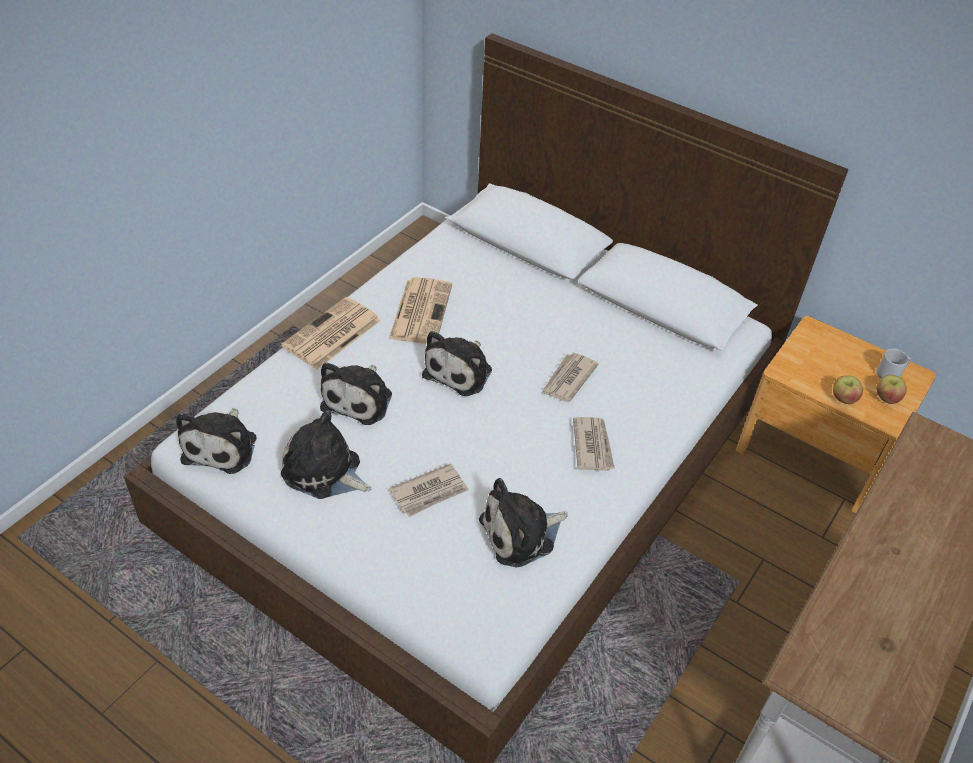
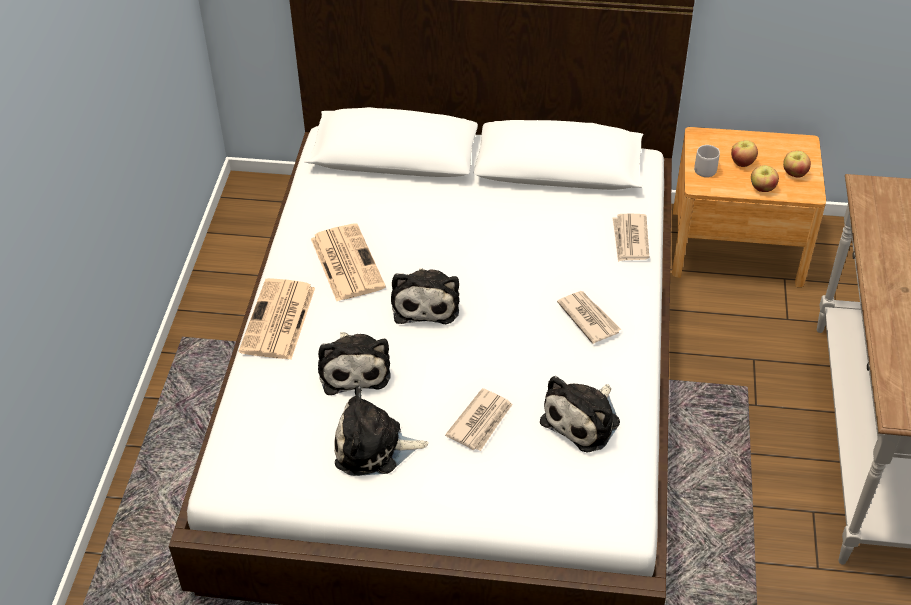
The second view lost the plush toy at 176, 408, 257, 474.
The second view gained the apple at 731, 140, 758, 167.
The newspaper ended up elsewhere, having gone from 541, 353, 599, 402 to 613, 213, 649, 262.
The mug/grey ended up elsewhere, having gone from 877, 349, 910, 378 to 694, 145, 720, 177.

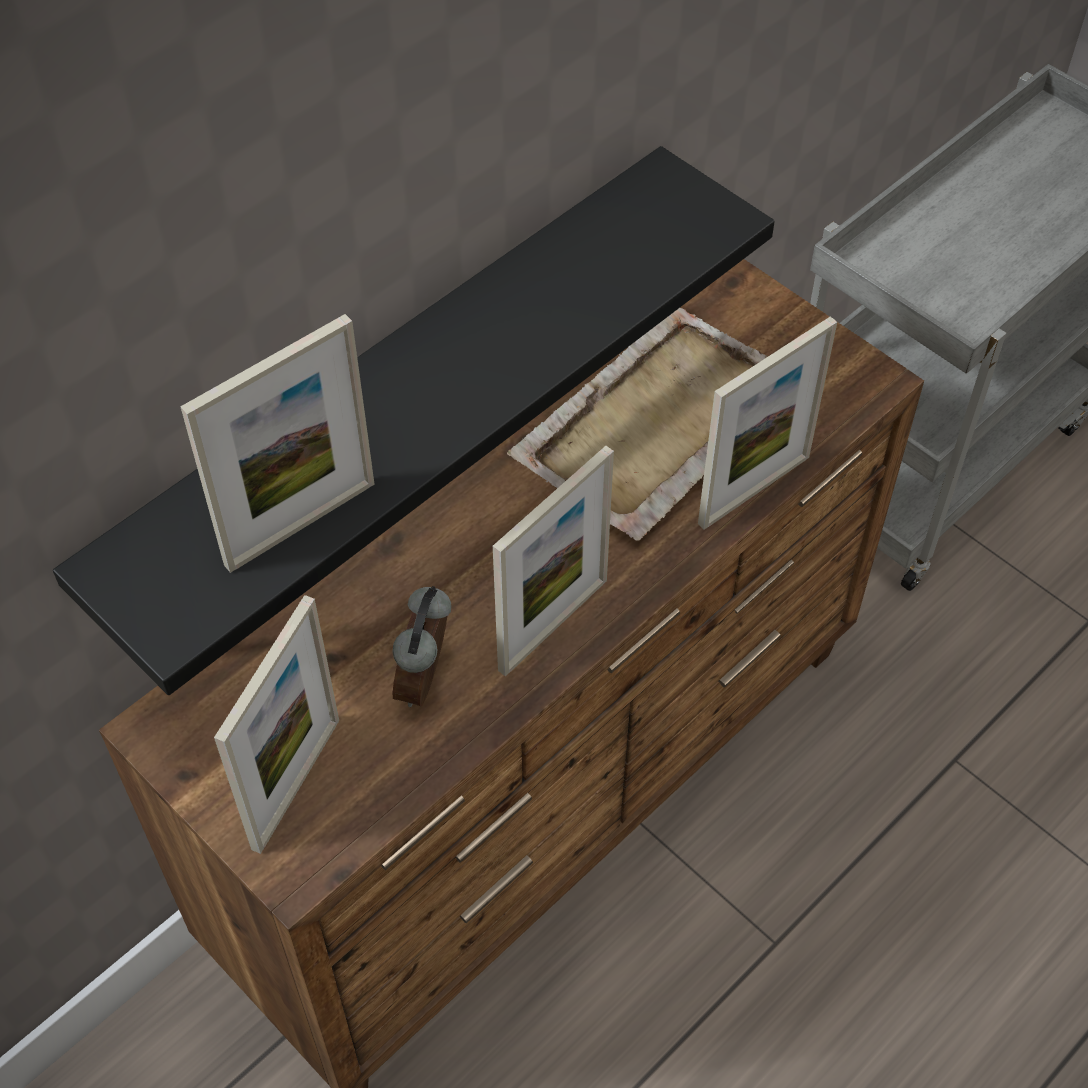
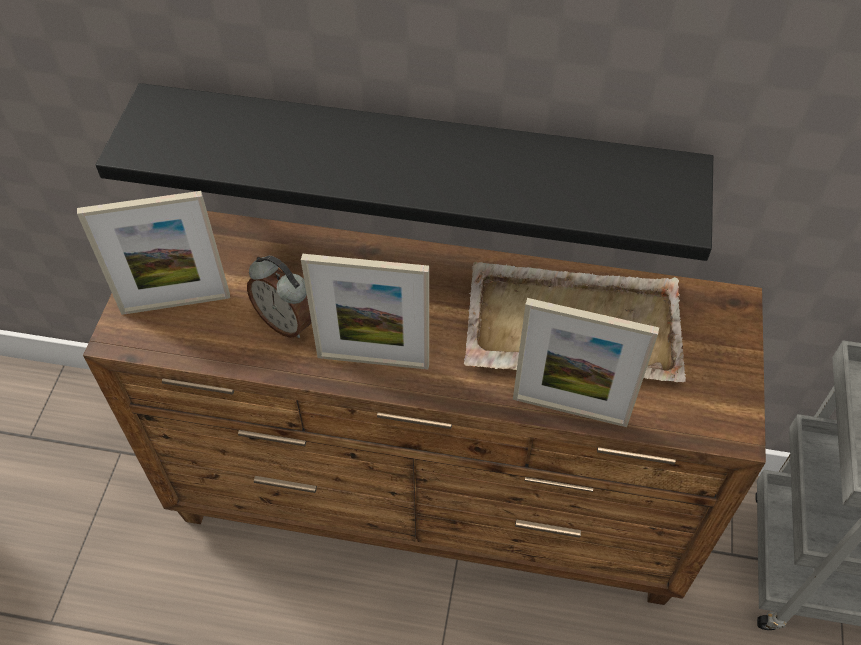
The second view lost the picture frame at 180, 314, 374, 573.
The alarm clock at 392, 586, 451, 707 ended up facing another way, 120 degrees counterclockwise from before.

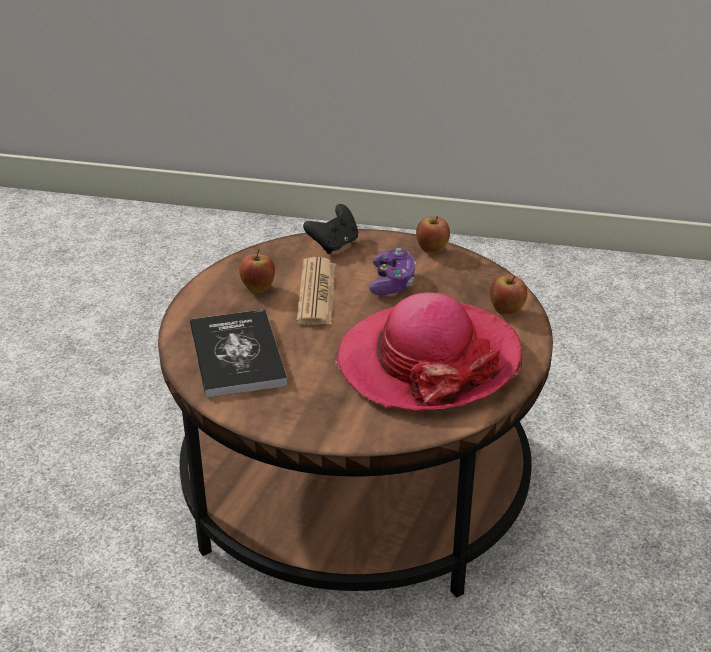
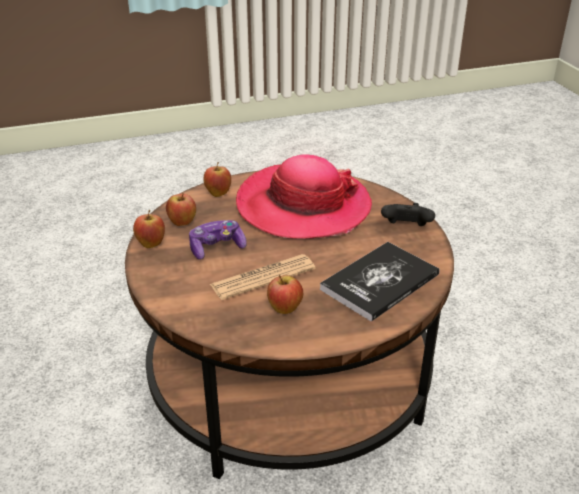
The second view gained the apple at 166, 193, 196, 226.
The game controller/black ended up elsewhere, having gone from 303, 204, 358, 254 to 381, 203, 435, 226.

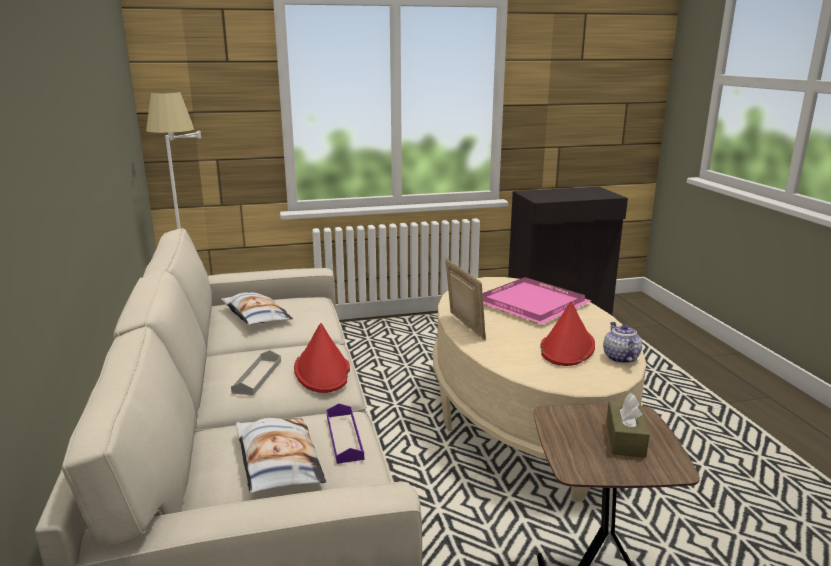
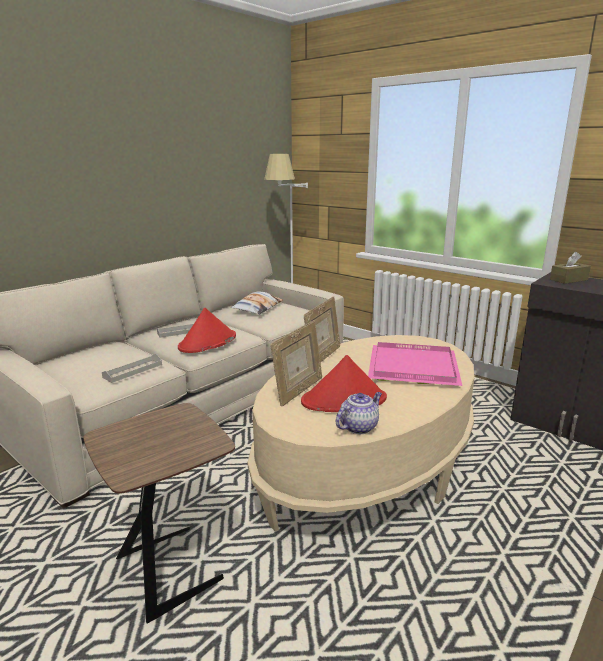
The second view lost the pillow at 236, 418, 326, 493.
The second view gained the picture frame at 270, 320, 322, 406.
The tissue box/brown ended up elsewhere, having gone from 606, 393, 649, 458 to 550, 252, 591, 284.
What was the tray/purple at 327, 403, 364, 464 turned into the tray/grey at 102, 354, 162, 383.

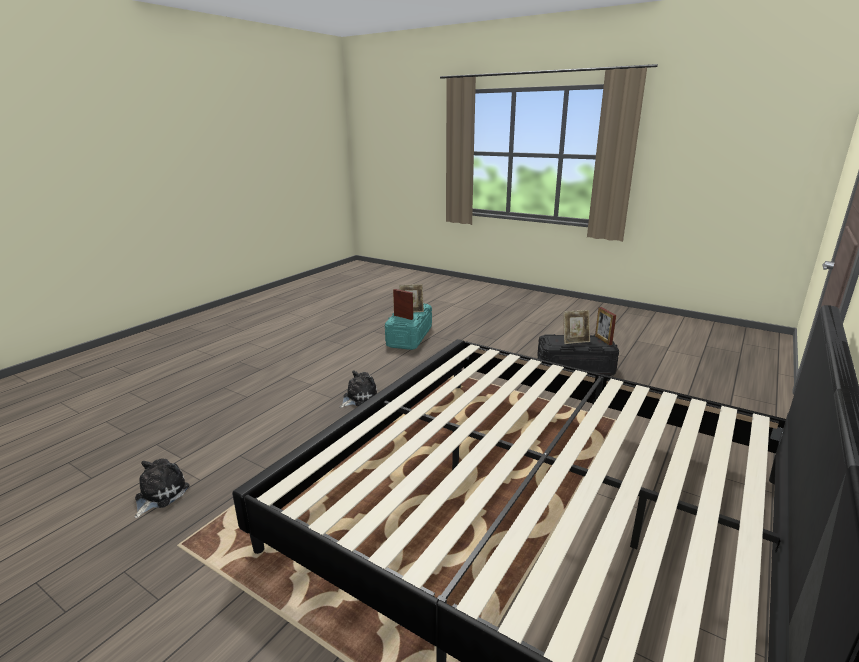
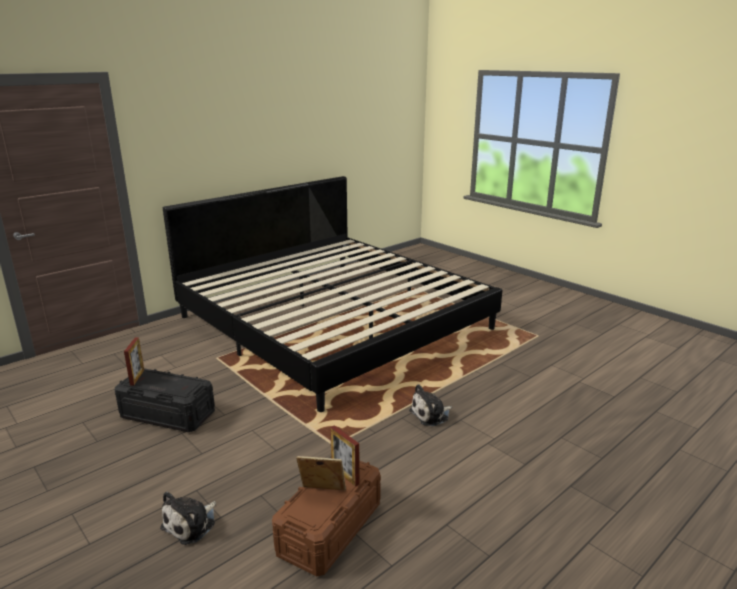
The second view lost the picture frame at 563, 310, 590, 344.
The plush toy ended up elsewhere, having gone from 135, 458, 190, 518 to 160, 491, 216, 545.
What was the storage box/turquoise at 385, 303, 432, 350 turned into the storage box/brown at 272, 460, 381, 577.

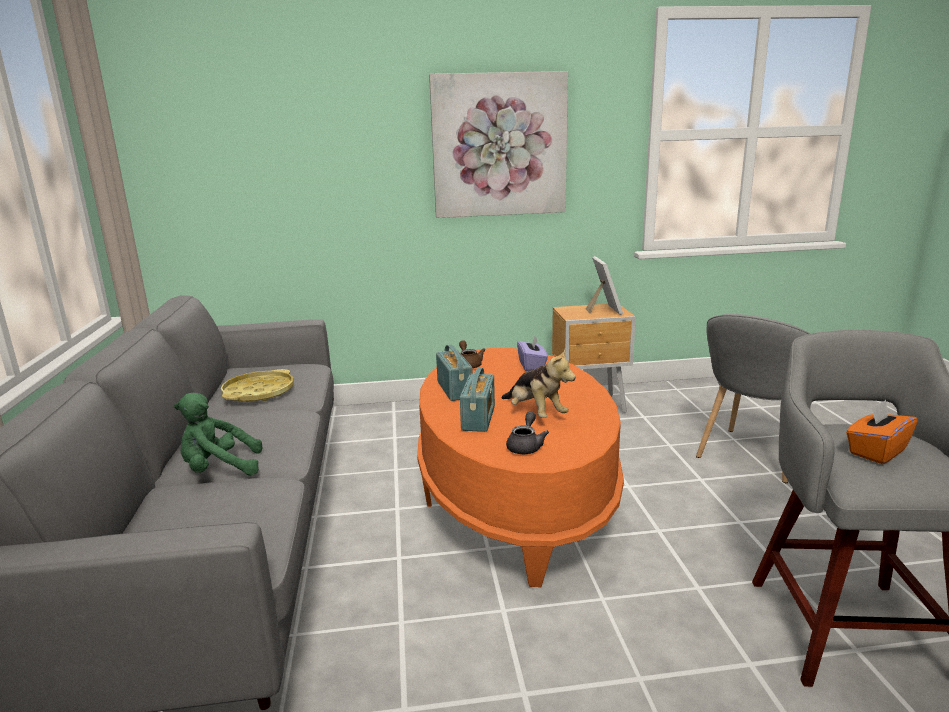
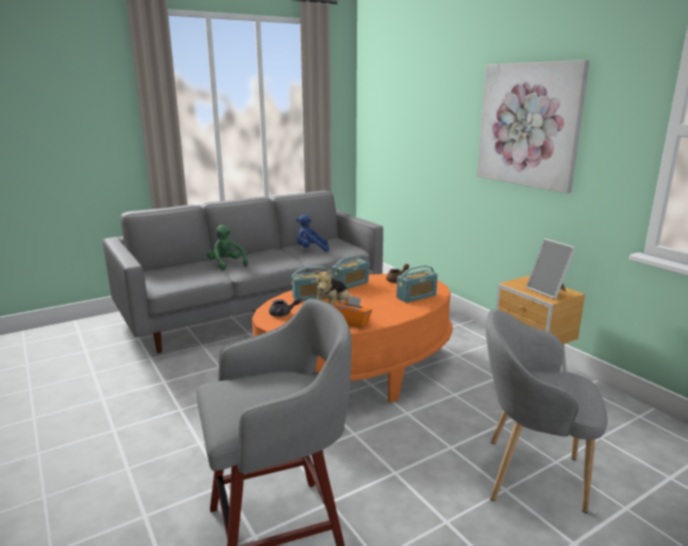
The tissue box/orange ended up elsewhere, having gone from 846, 400, 918, 464 to 334, 295, 372, 328.
Where the tray/yellow stood at 221, 369, 293, 402, the plush toy/blue came to stand at 296, 214, 329, 252.
Where the tissue box/purple stood at 517, 336, 548, 371, the radio came to stand at 396, 265, 438, 303.
The picture frame at 586, 256, 623, 315 ended up facing another way, 90 degrees clockwise from before.

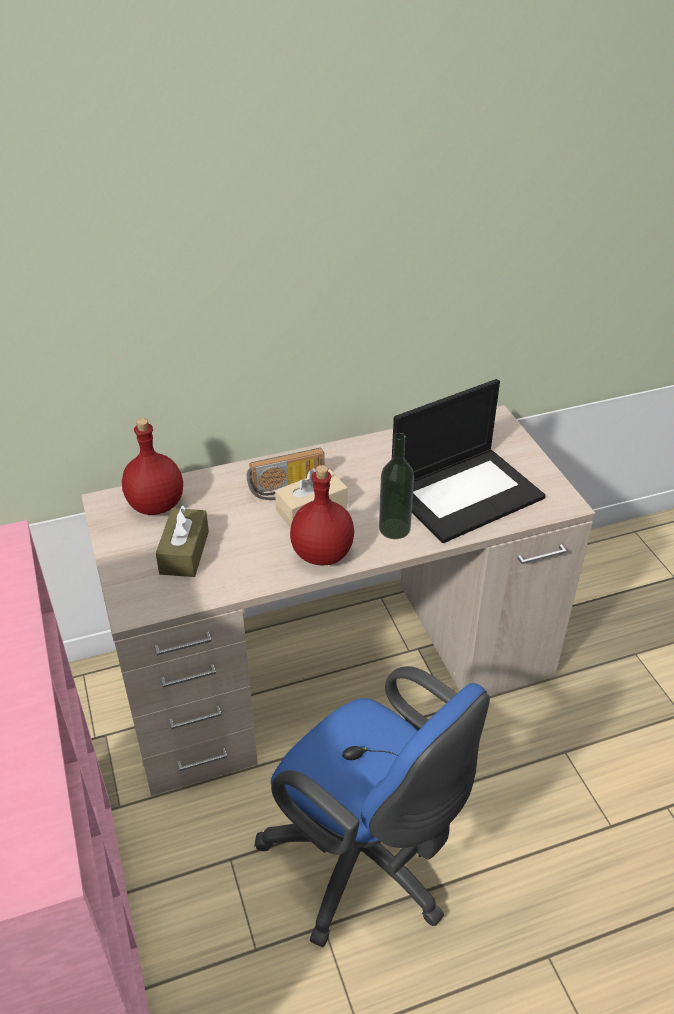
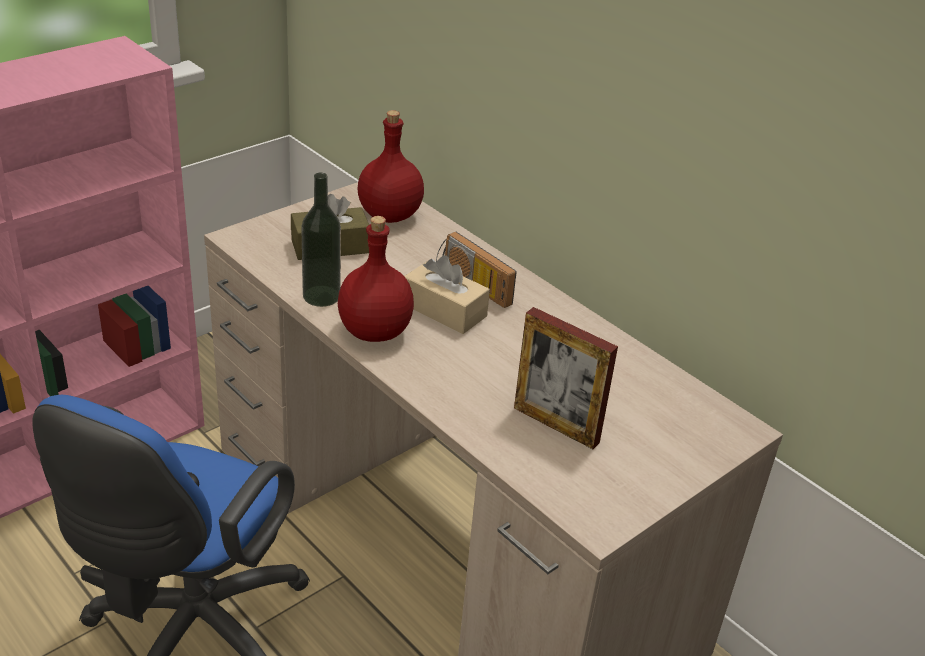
The bottle ended up elsewhere, having gone from 379, 433, 414, 539 to 301, 173, 341, 307.
Where the laptop stood at 392, 379, 546, 543, the picture frame came to stand at 514, 307, 618, 449.

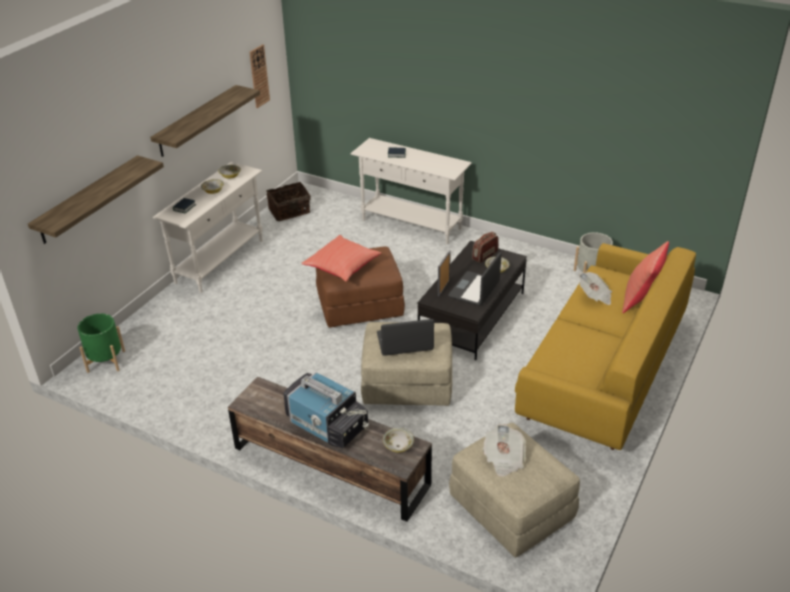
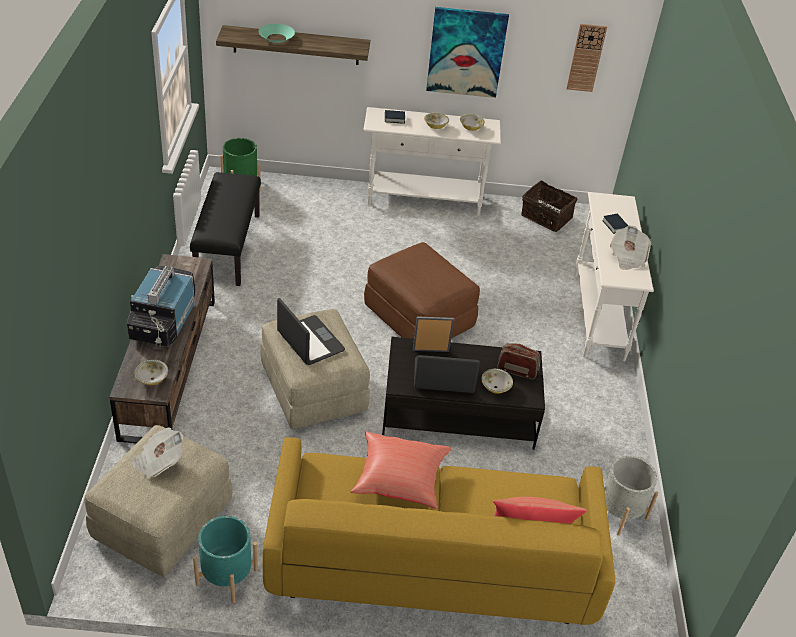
The second view gained the bench/black at 190, 172, 261, 286.
The second view gained the planter/turquoise at 193, 516, 258, 603.
The second view gained the bowl/turquoise at 259, 24, 295, 43.
The pillow/red ended up elsewhere, having gone from 301, 235, 381, 282 to 351, 431, 451, 509.
The newspaper ended up elsewhere, having gone from 579, 272, 612, 305 to 610, 226, 651, 270.
Where the shelf hung at 150, 85, 260, 157, the picture came to hang at 426, 7, 509, 98.

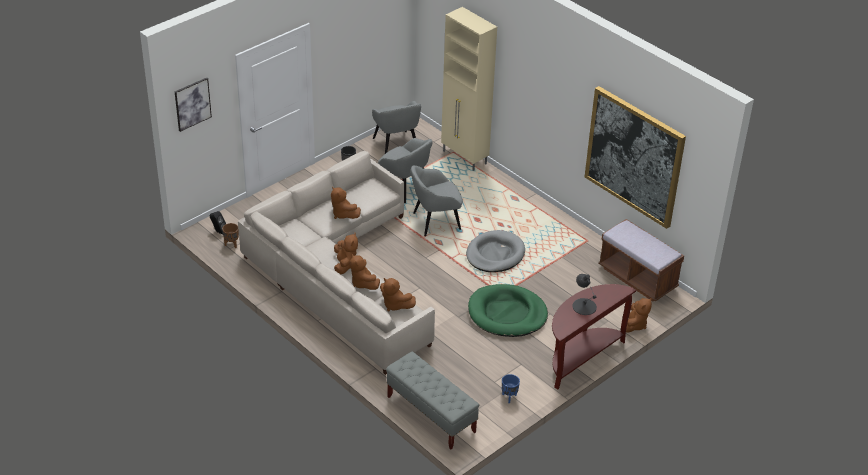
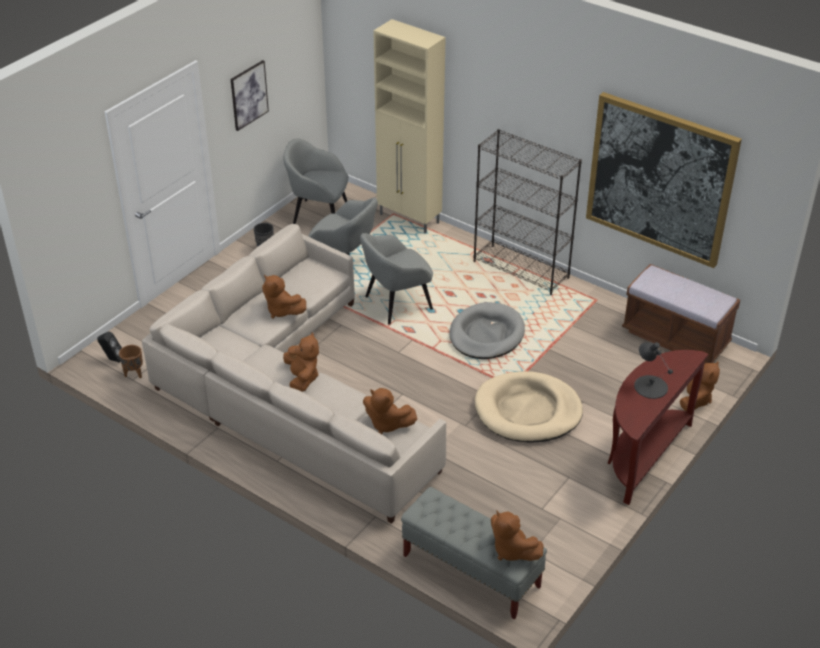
The second view lost the planter/blue at 502, 374, 520, 403.
The second view gained the bookcase/black at 473, 129, 582, 295.
The picture ended up elsewhere, having gone from 175, 78, 212, 132 to 231, 60, 269, 131.
The plush toy/brown ended up elsewhere, having gone from 350, 254, 380, 290 to 491, 511, 544, 561.
What was the dog bed/green at 468, 284, 548, 337 turned into the dog bed/beige at 475, 371, 583, 443.
The armchair/grey at 372, 101, 421, 154 ended up facing another way, 135 degrees clockwise from before.

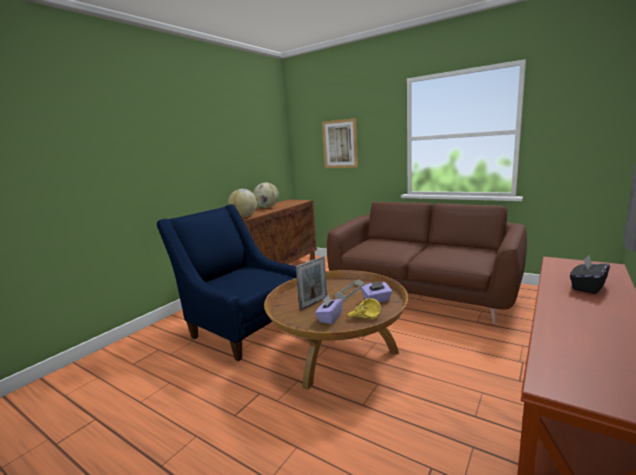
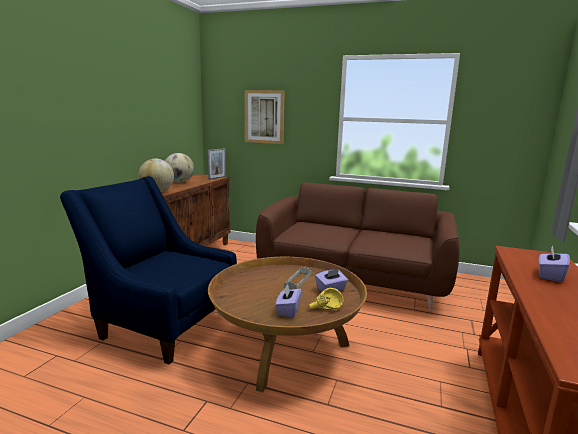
The picture frame ended up elsewhere, having gone from 296, 256, 327, 310 to 208, 148, 226, 180.
What was the tissue box/black at 570, 255, 610, 294 turned into the tissue box/purple at 539, 245, 570, 282.

